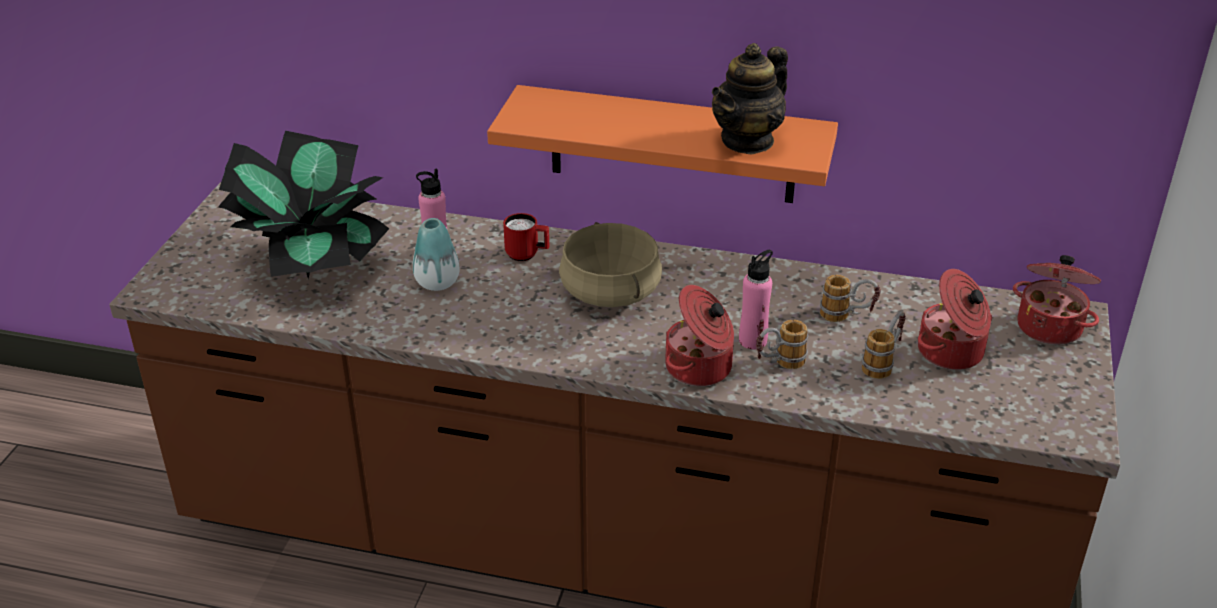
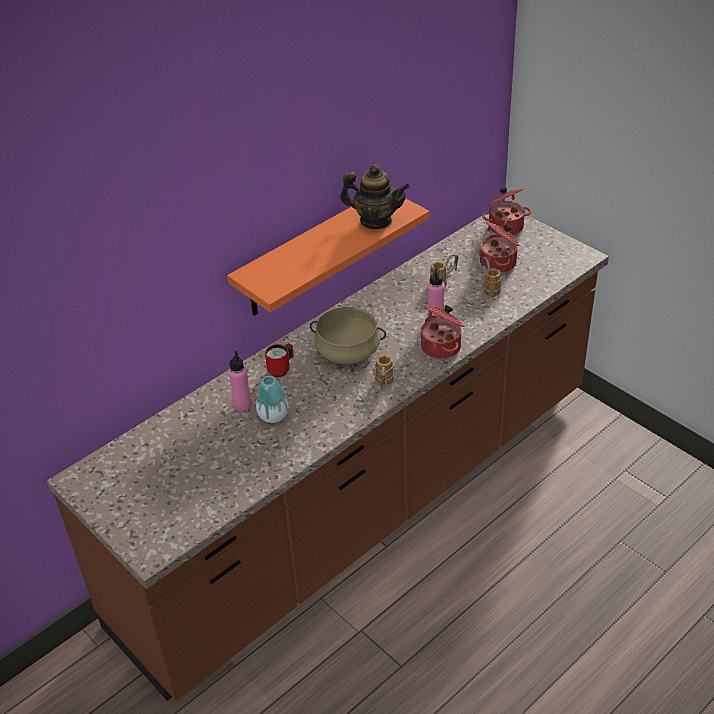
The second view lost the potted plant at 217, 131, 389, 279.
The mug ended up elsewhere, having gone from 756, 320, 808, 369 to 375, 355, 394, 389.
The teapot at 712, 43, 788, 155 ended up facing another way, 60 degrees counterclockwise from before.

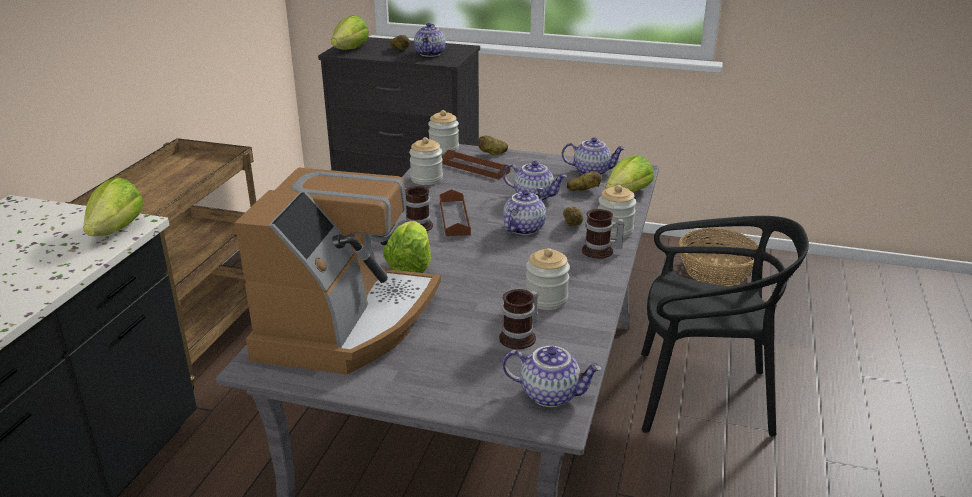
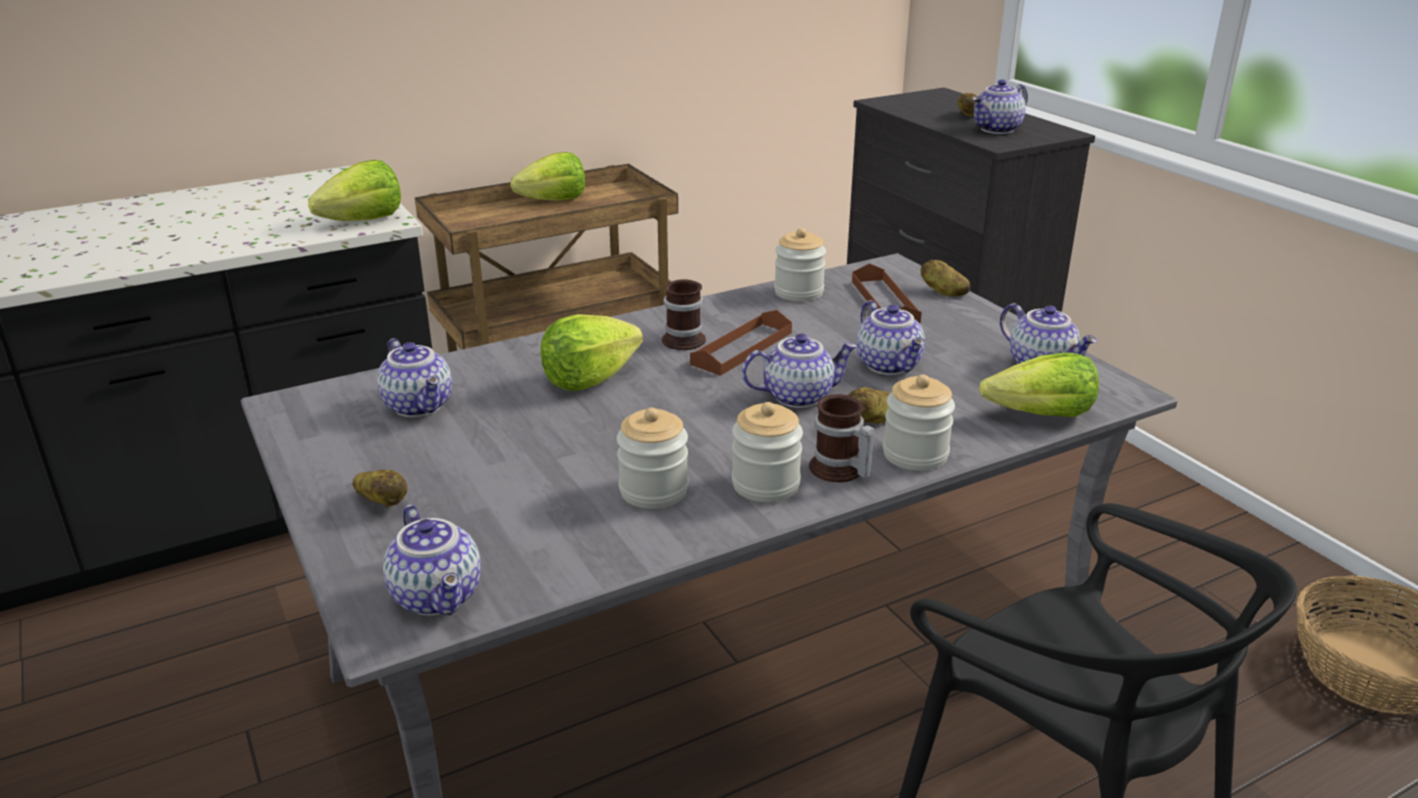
The second view lost the mug at 499, 289, 539, 349.
The lettuce ended up elsewhere, having gone from 331, 15, 369, 50 to 510, 152, 585, 201.
The jar ended up elsewhere, having gone from 428, 110, 459, 154 to 732, 402, 803, 502.
The potato ended up elsewhere, having gone from 567, 171, 602, 191 to 352, 470, 407, 507.
Where the coffee machine stood at 234, 168, 441, 375, the teapot came to stand at 377, 338, 452, 417.

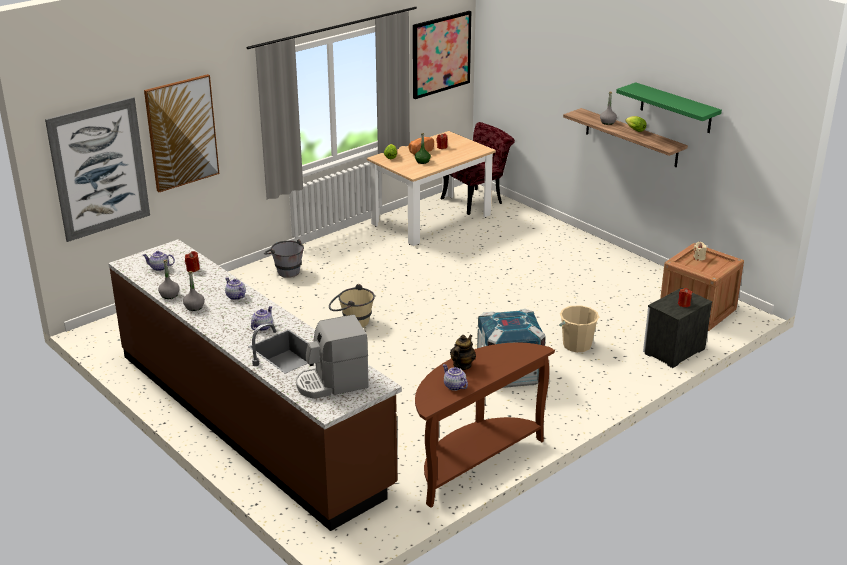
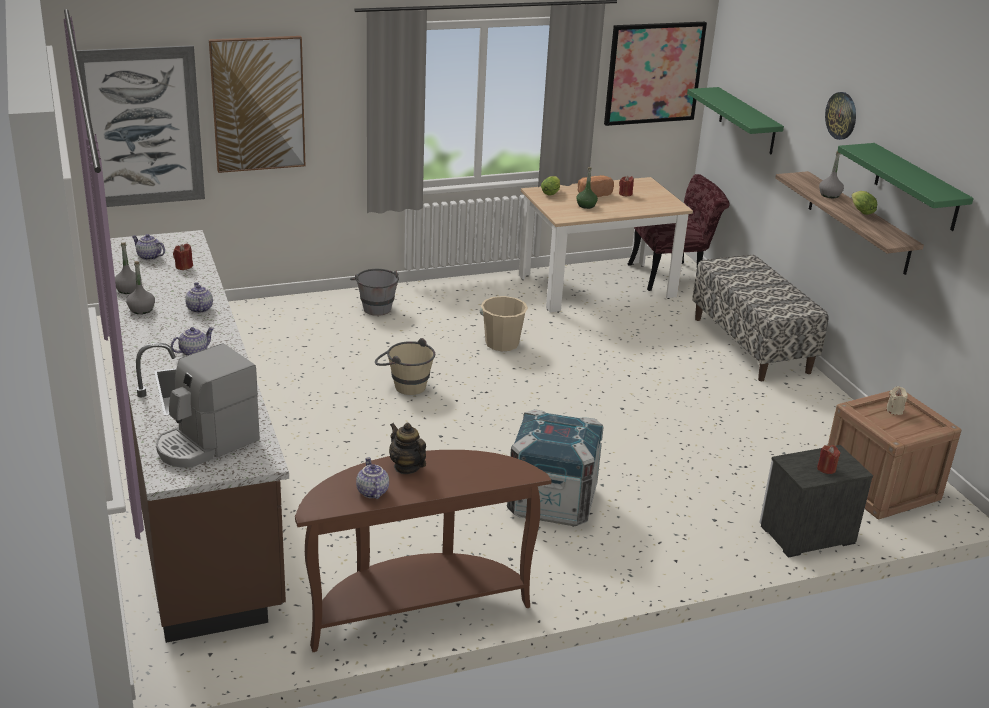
The second view gained the shelf/green at 687, 87, 784, 154.
The second view gained the bench at 692, 255, 828, 381.
The second view gained the wall clock at 825, 92, 856, 140.
The bucket/beige ended up elsewhere, having gone from 559, 305, 599, 352 to 480, 296, 528, 351.
The coffee machine at 296, 315, 369, 399 ended up facing another way, 45 degrees counterclockwise from before.
The teapot at 450, 335, 476, 370 ended up facing another way, 90 degrees counterclockwise from before.

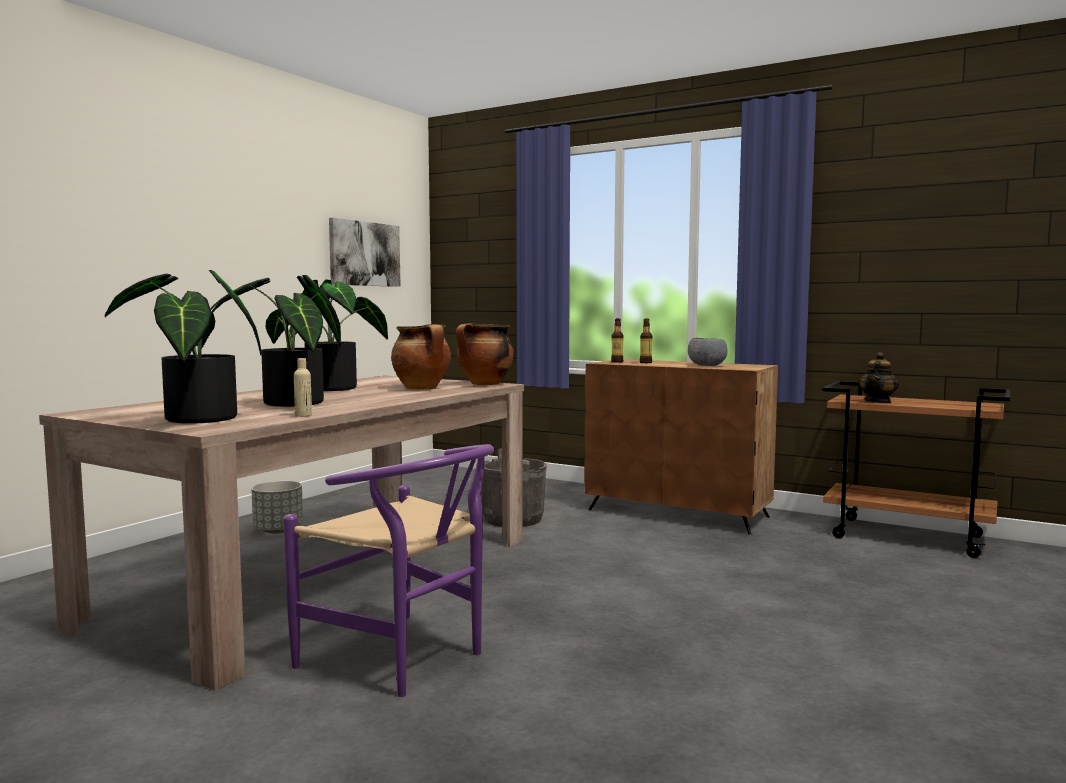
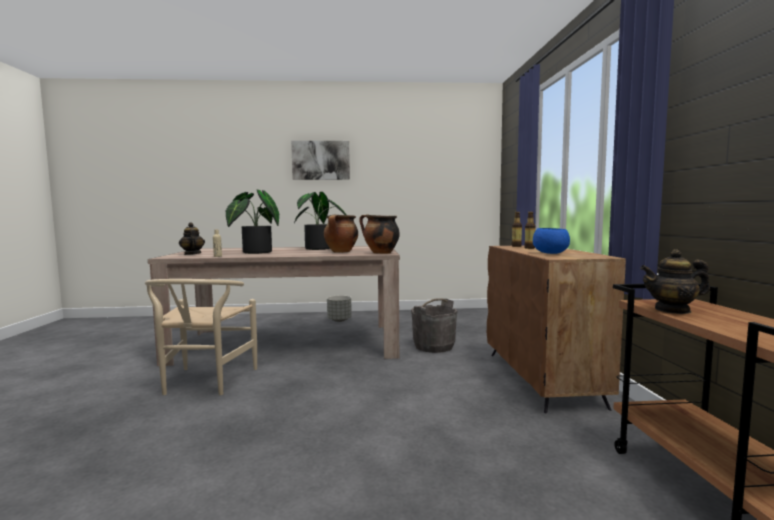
The picture ended up elsewhere, having gone from 329, 217, 401, 287 to 291, 141, 350, 180.
Where the potted plant stood at 105, 270, 262, 424, the teapot came to stand at 179, 222, 205, 255.
What was the chair/purple at 284, 444, 494, 697 turned into the chair/beige at 145, 279, 257, 395.
What was the bowl/grey at 688, 338, 727, 366 turned into the bowl/blue at 533, 228, 570, 254.

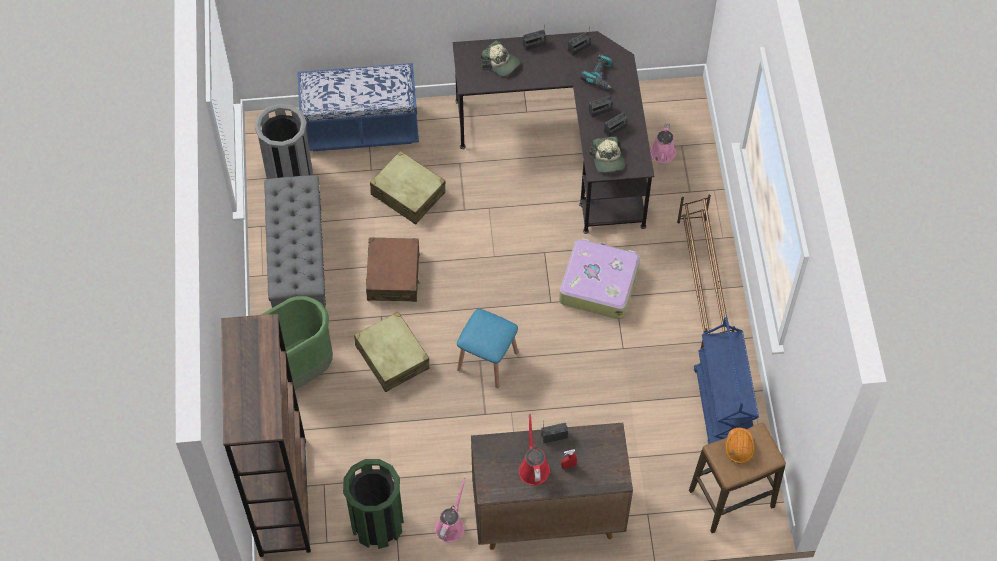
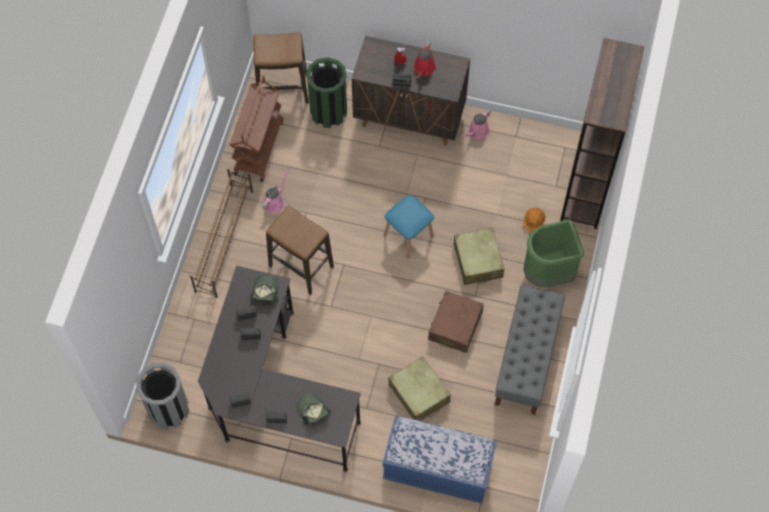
The second view lost the power drill at 580, 54, 612, 89.
The trash can/grey ended up elsewhere, having gone from 255, 104, 313, 179 to 136, 363, 189, 429.
The trash can/green ended up elsewhere, having gone from 343, 459, 404, 549 to 306, 57, 347, 128.
The watering can/pink ended up elsewhere, having gone from 650, 123, 676, 165 to 262, 168, 289, 213.
The hard hat/orange ended up elsewhere, having gone from 725, 428, 755, 464 to 523, 207, 546, 232.
Where the suitcase stood at 559, 238, 640, 319, the stool came to stand at 266, 206, 334, 295.
What was the cart/blue at 694, 317, 759, 444 turned into the cart/brown at 230, 75, 284, 182.

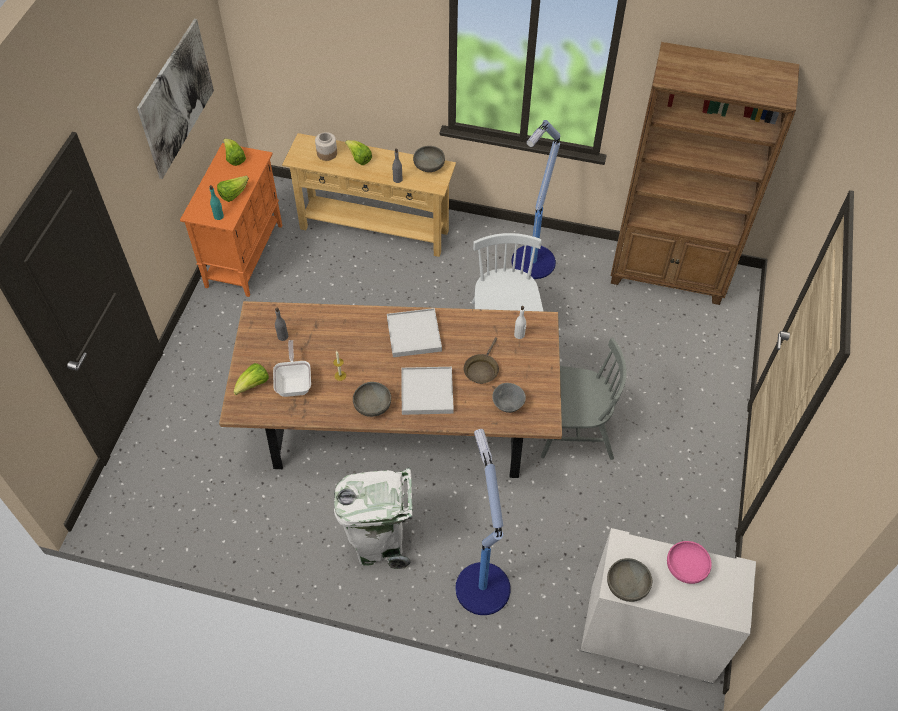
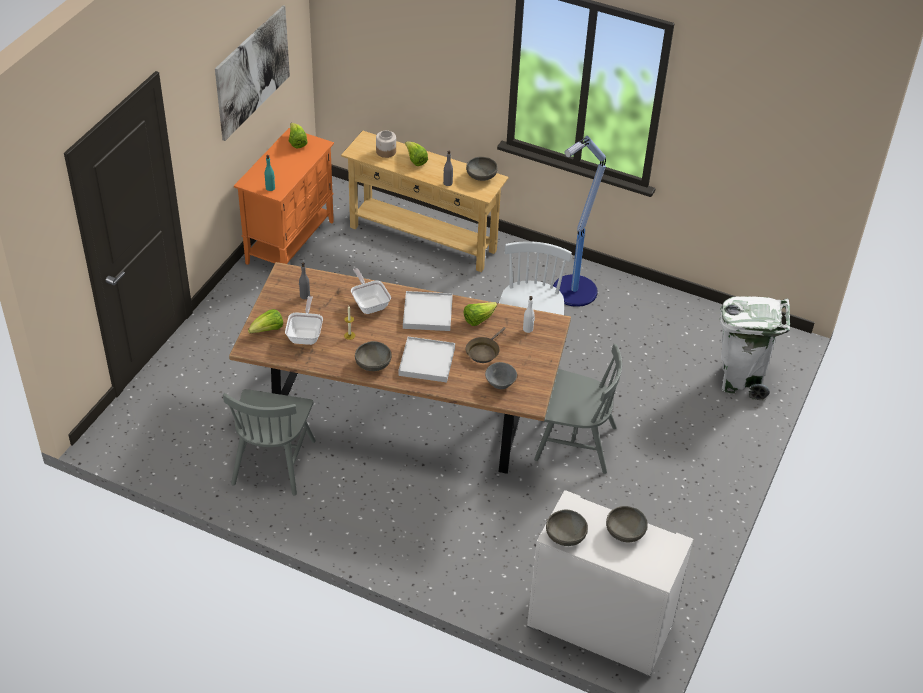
The second view lost the floor lamp at 455, 429, 511, 615.
The second view lost the bookcase/brown at 611, 42, 799, 305.
The second view gained the chair/grey at 223, 389, 316, 495.
The second view gained the frying pan at 351, 268, 391, 314.
The lettuce ended up elsewhere, having gone from 217, 176, 249, 202 to 464, 302, 497, 326.
The trash can/white ended up elsewhere, having gone from 334, 468, 413, 569 to 720, 296, 790, 401.
What was the bowl/pink at 667, 541, 712, 584 turned into the bowl/grey at 606, 506, 647, 542.

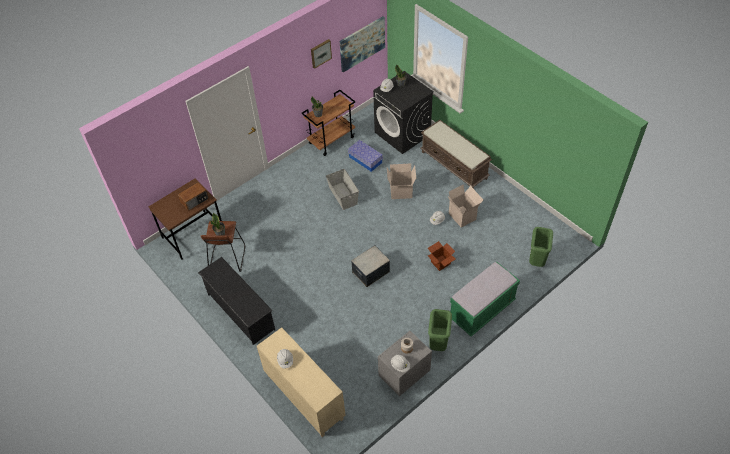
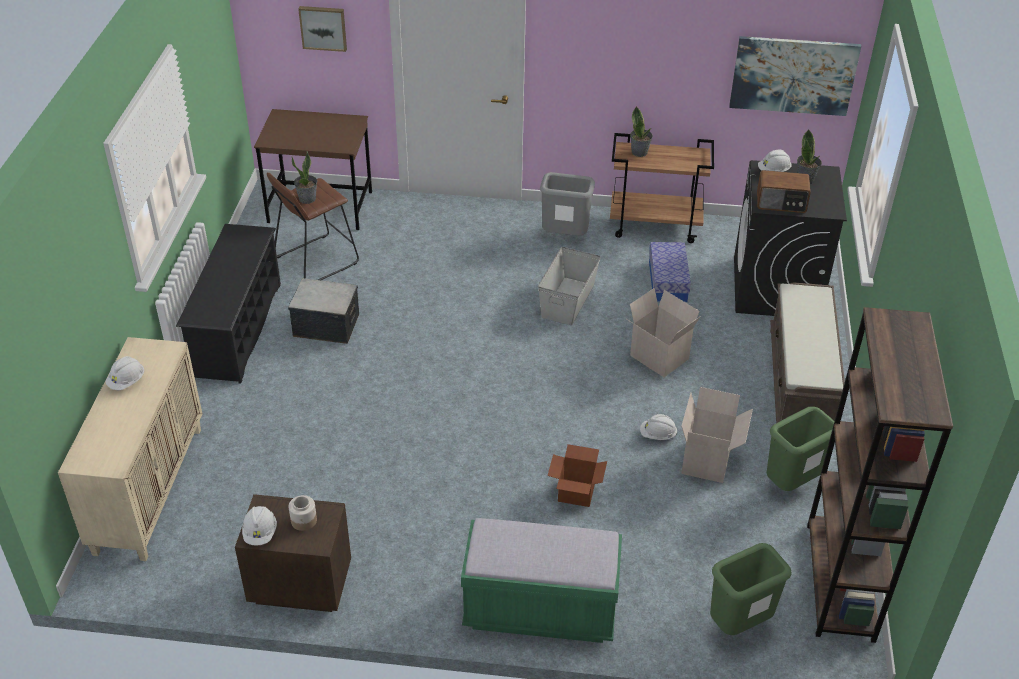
The second view gained the trash can/grey at 540, 172, 595, 236.
The second view gained the bookcase/brown at 807, 307, 953, 643.
The radio ended up elsewhere, having gone from 178, 182, 209, 211 to 757, 170, 811, 213.
The picture ended up elsewhere, having gone from 311, 39, 332, 69 to 298, 6, 347, 52.
The storage box ended up elsewhere, having gone from 351, 246, 390, 287 to 288, 278, 359, 344.
The trash can/green ended up elsewhere, having gone from 428, 309, 452, 351 to 767, 406, 834, 491.
What was the nightstand/grey at 378, 331, 432, 396 turned into the nightstand/brown at 235, 494, 351, 612.

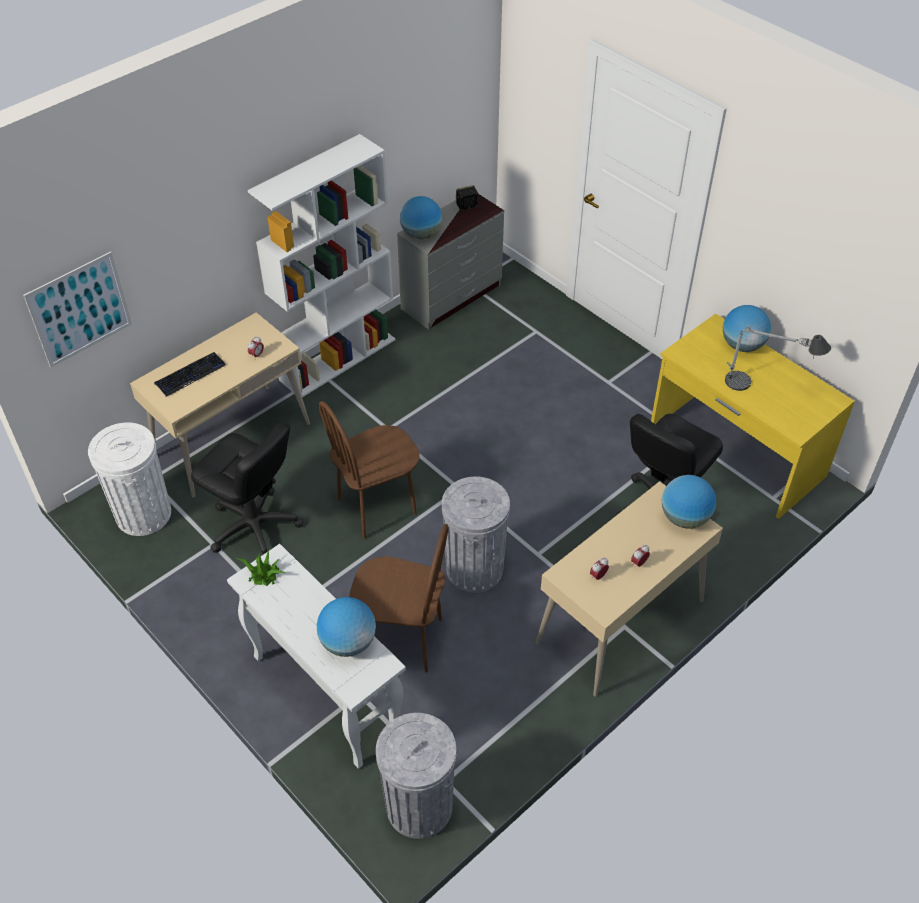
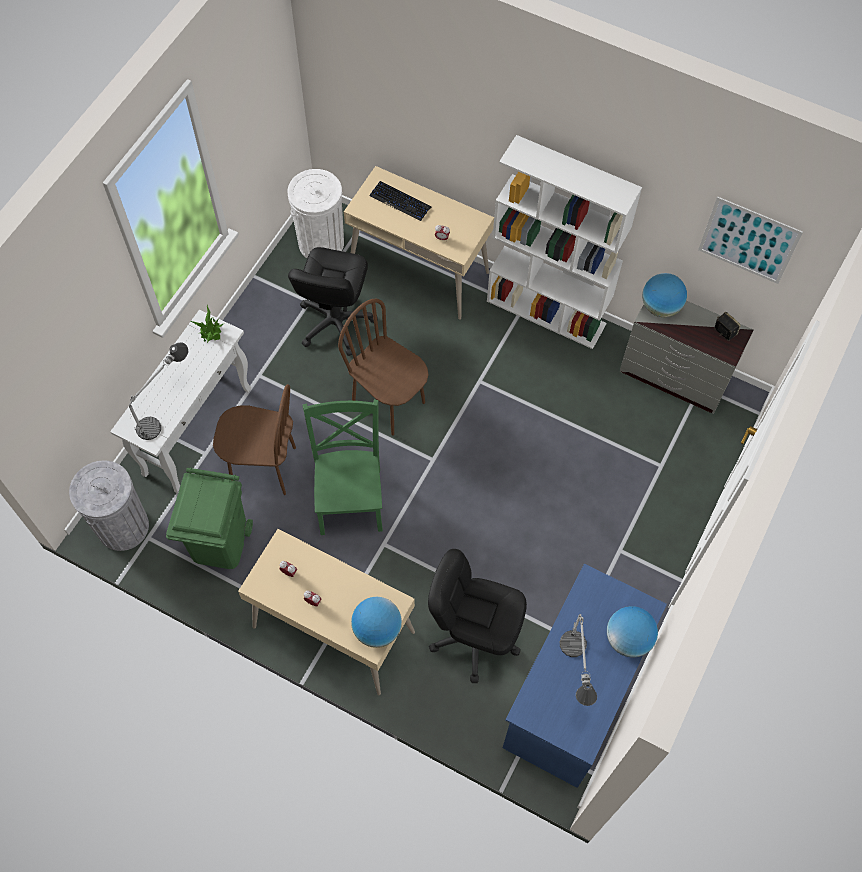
The second view gained the trash can/green at 166, 467, 253, 569.
The picture ended up elsewhere, having gone from 23, 252, 132, 367 to 698, 196, 803, 284.
Where the globe stood at 317, 597, 376, 657, the table lamp came to stand at 129, 342, 188, 440.
Where the trash can/grey stood at 442, 476, 510, 593, the chair/green came to stand at 303, 400, 383, 535.
What was the desk/yellow at 651, 313, 855, 519 turned into the desk/blue at 503, 564, 667, 788.
The chair/brown at 349, 524, 449, 672 ended up facing another way, 75 degrees counterclockwise from before.

